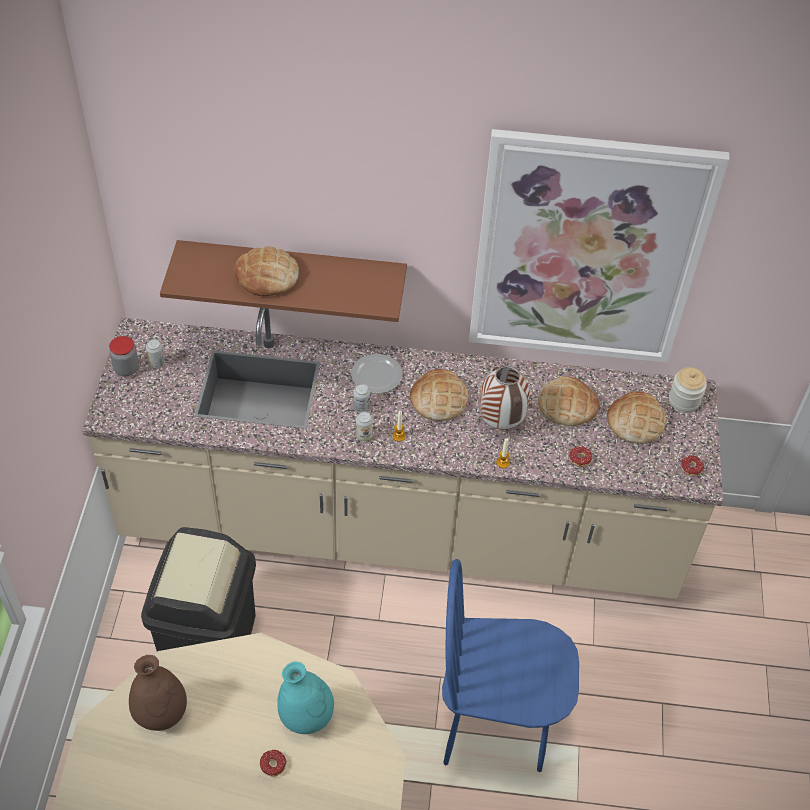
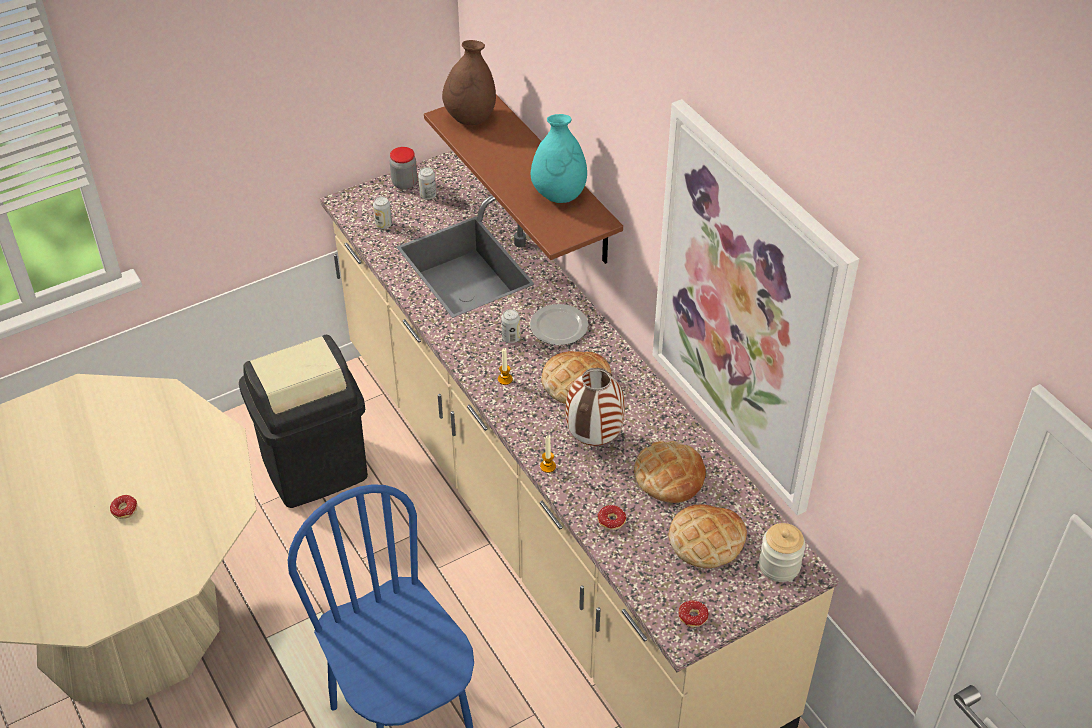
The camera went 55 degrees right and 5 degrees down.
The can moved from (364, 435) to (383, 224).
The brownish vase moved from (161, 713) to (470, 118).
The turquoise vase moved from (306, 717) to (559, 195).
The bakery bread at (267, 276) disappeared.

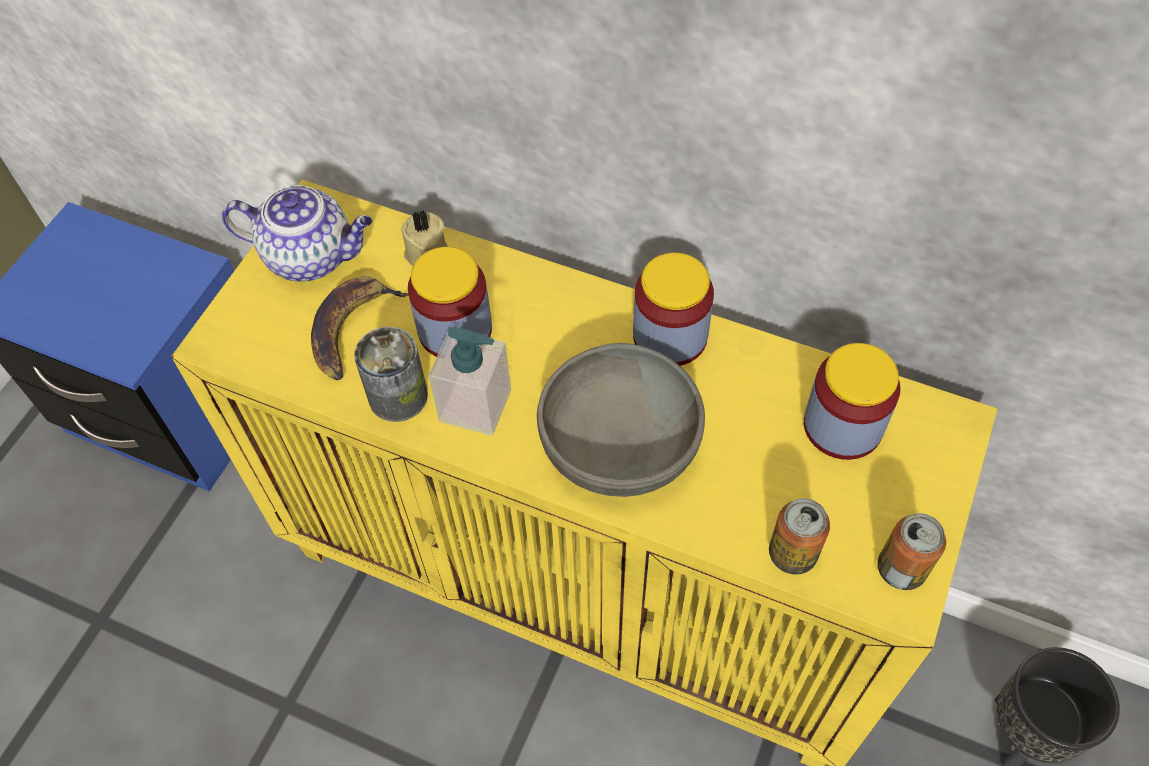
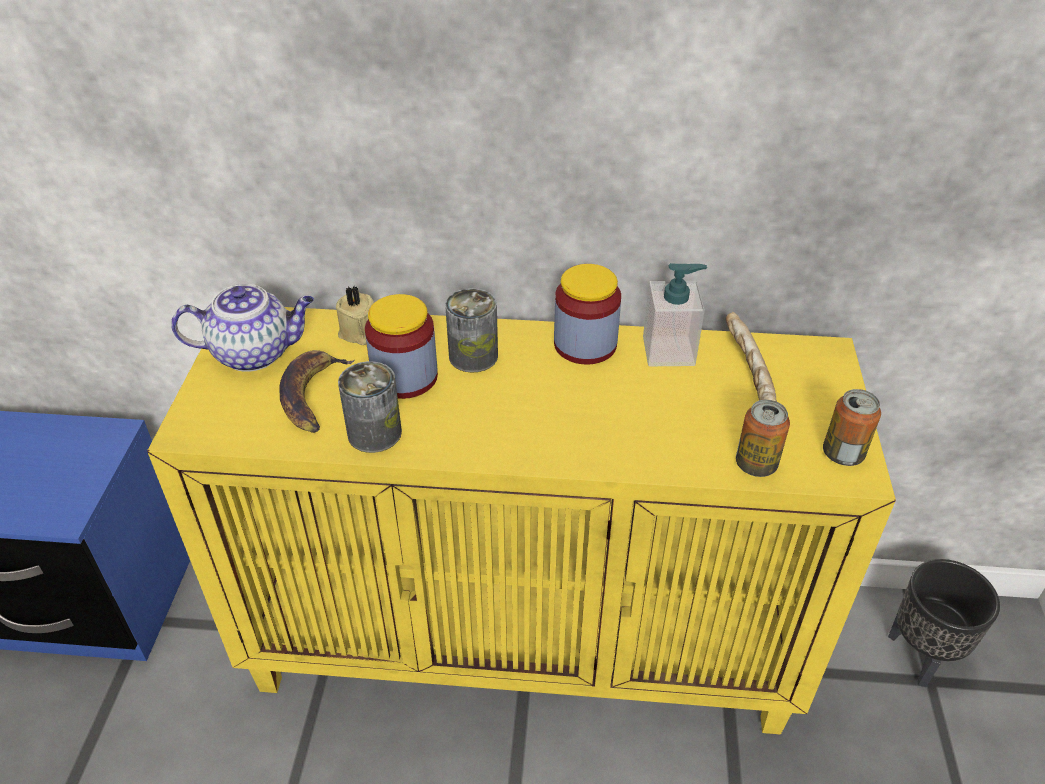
The camera went 20 degrees left and 15 degrees down.
The can at (473, 356) appeared.
The soap dispenser moved from (476, 405) to (669, 351).
The jar at (842, 426) was replaced by the bakery bread at (747, 372).
The grey serving bowl at (620, 444) disappeared.

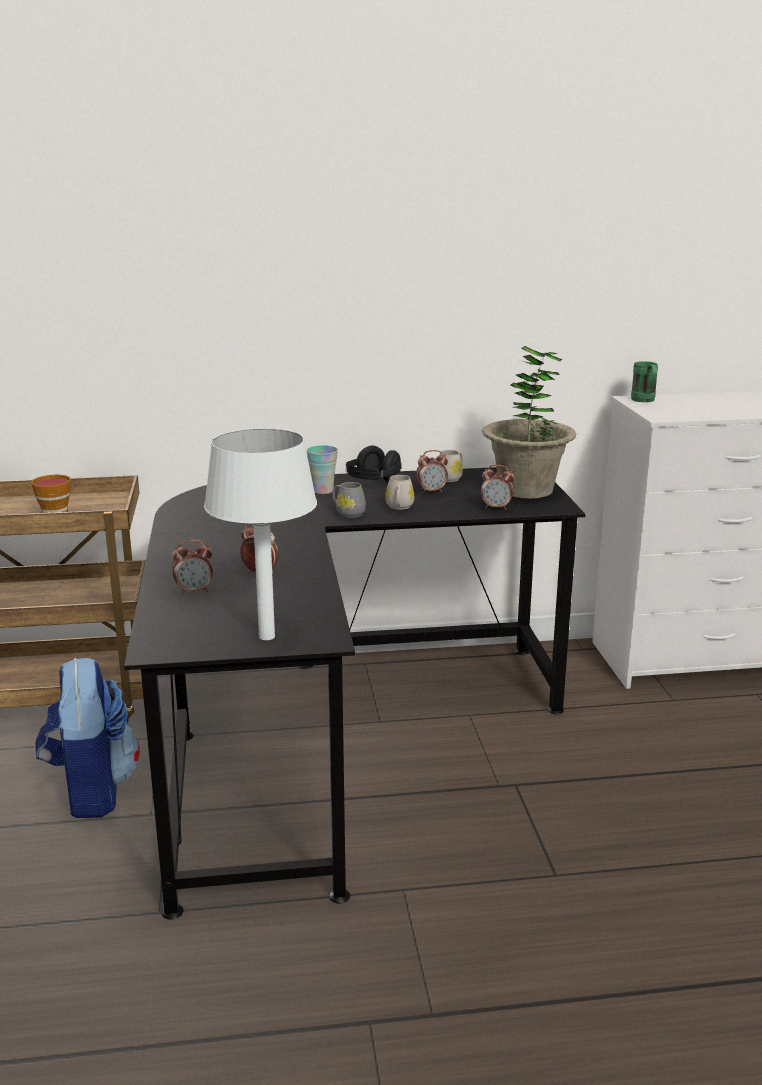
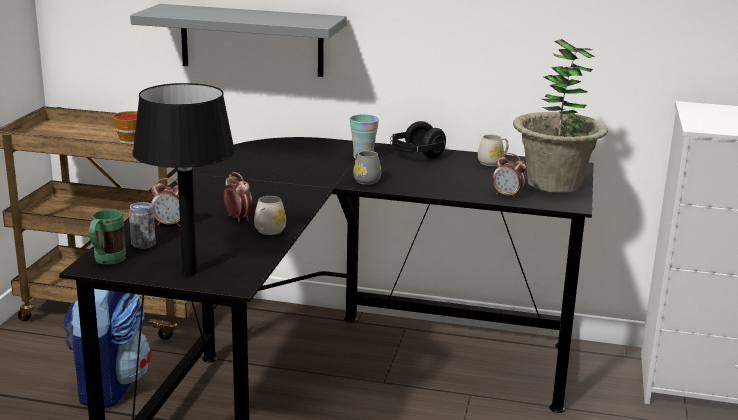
The camera went 20 degrees right and 0 degrees up.
The greenish coffee mug moved from (644, 401) to (106, 261).
The can at (143, 244) appeared.
The grey wall shelf at (251, 40) appeared.
The white tabletop lamp at (267, 636) became the black-coloured tabletop lamp at (190, 272).
The white coffee mug moved from (399, 507) to (267, 231).
The table clock at (431, 491) disappeared.

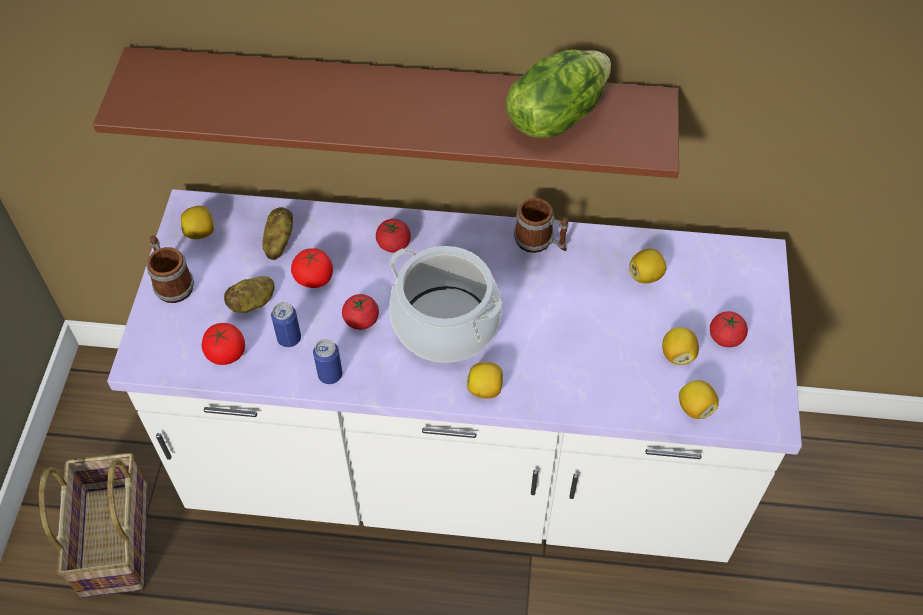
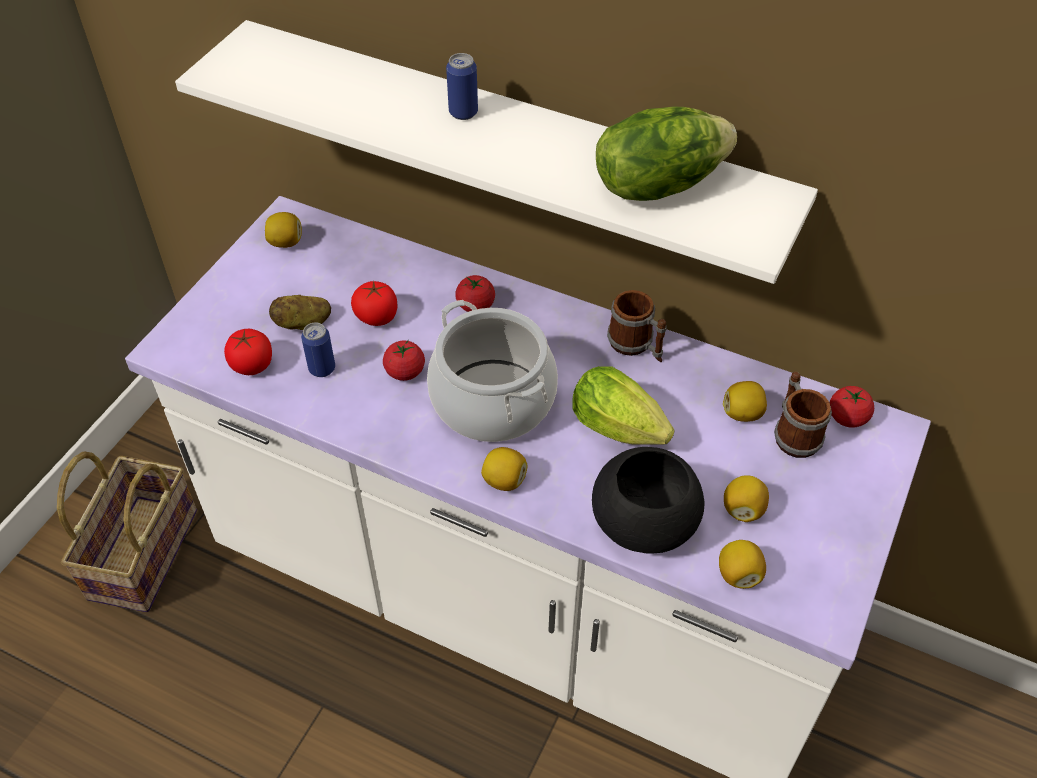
The camera went 20 degrees right and 5 degrees down.
The brownish wall shelf at (399, 104) became the white wall shelf at (509, 145).
The can moved from (330, 375) to (463, 112).
The head of lettuce at (623, 430) appeared.
The black-coloured serving bowl at (646, 524) appeared.
The coffee mug moved from (172, 283) to (794, 433).
The fresh tomato moved from (725, 337) to (847, 417).
The spud at (278, 242) disappeared.

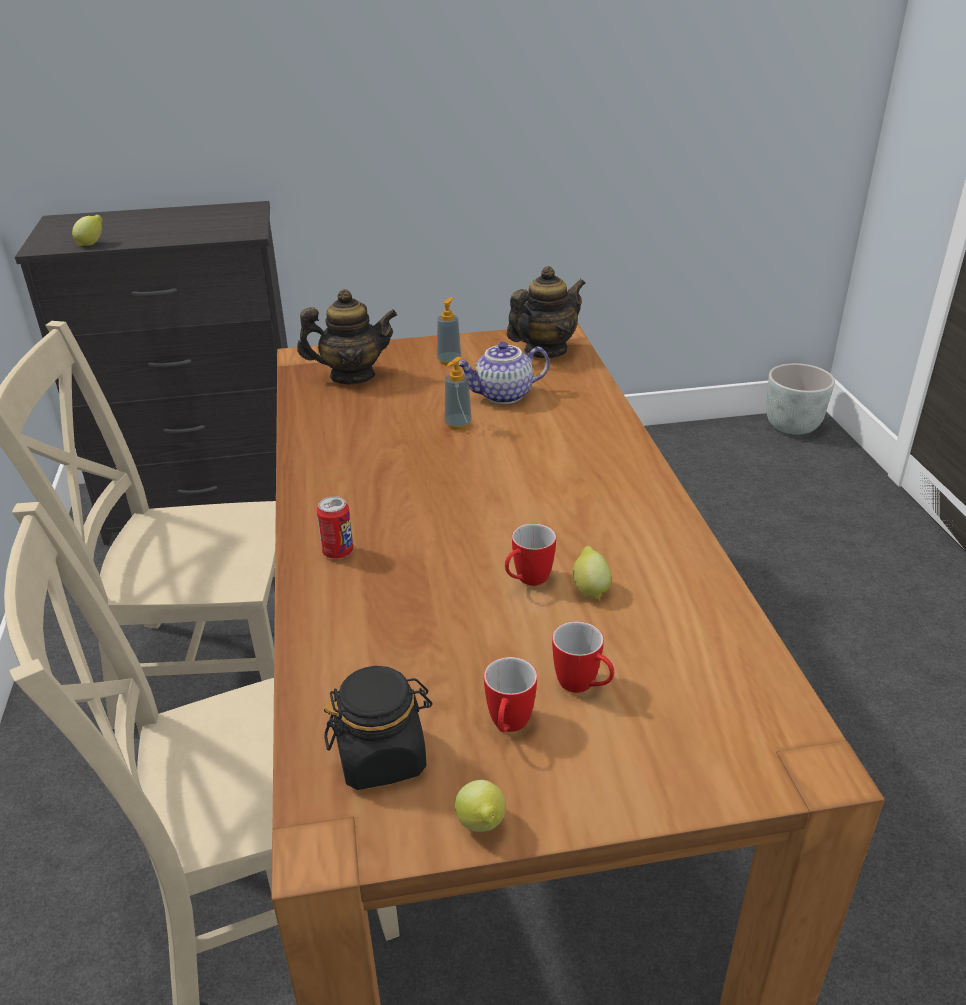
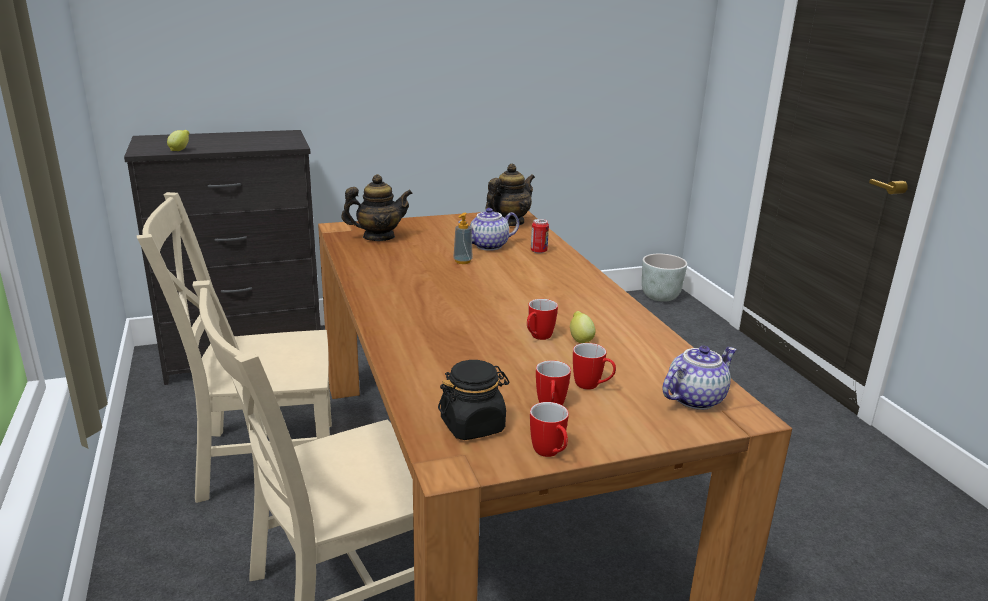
The camera went 10 degrees left and 10 degrees down.
The whole lemon at (481, 826) was replaced by the coffee mug at (550, 454).
The can moved from (338, 552) to (538, 251).
The teapot at (694, 398) appeared.
The soap dispenser at (449, 361) disappeared.

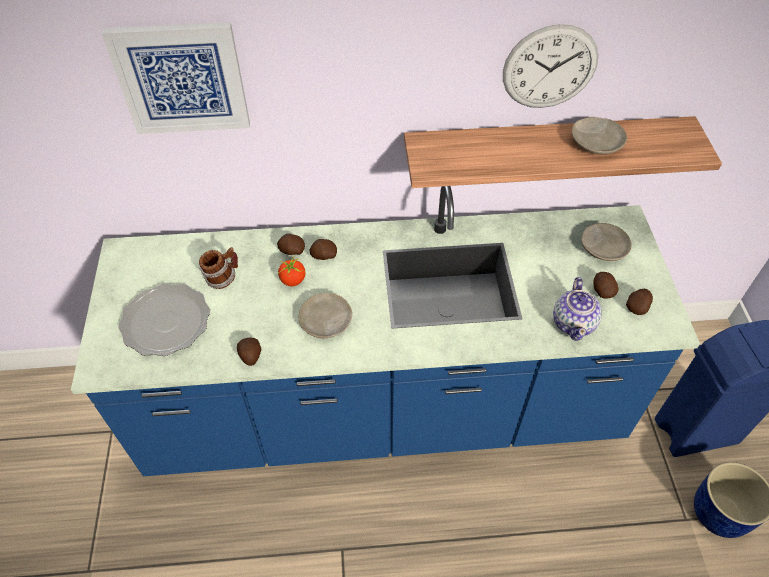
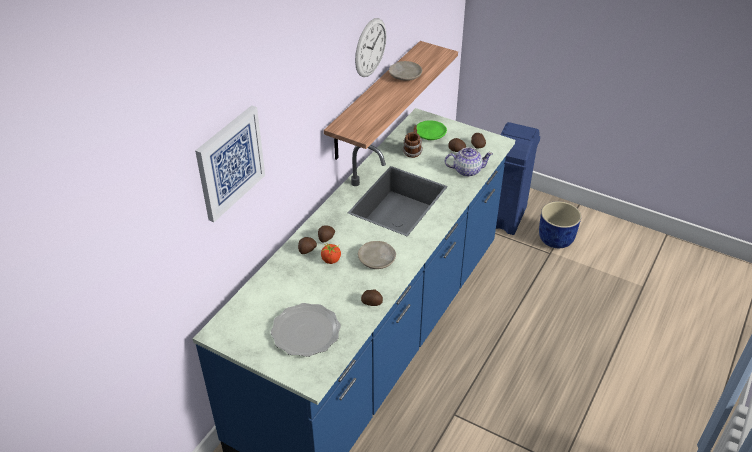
The camera went 55 degrees left and 10 degrees down.
The coffee mug moved from (223, 278) to (412, 152).
The beige-coloured dinner plate at (603, 247) became the greenish dinner plate at (430, 134).
The teapot at (574, 323) turned 45 degrees counterclockwise.

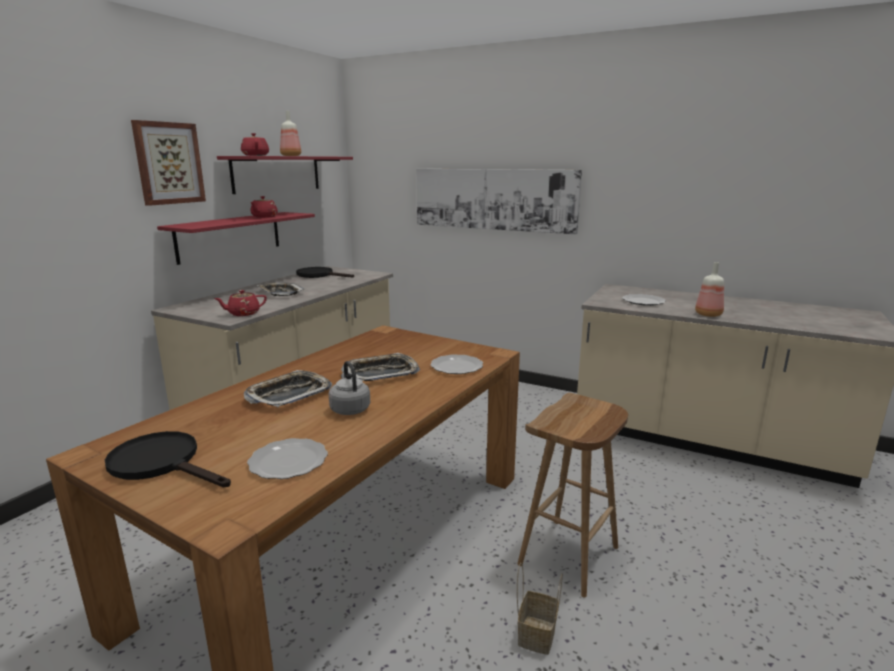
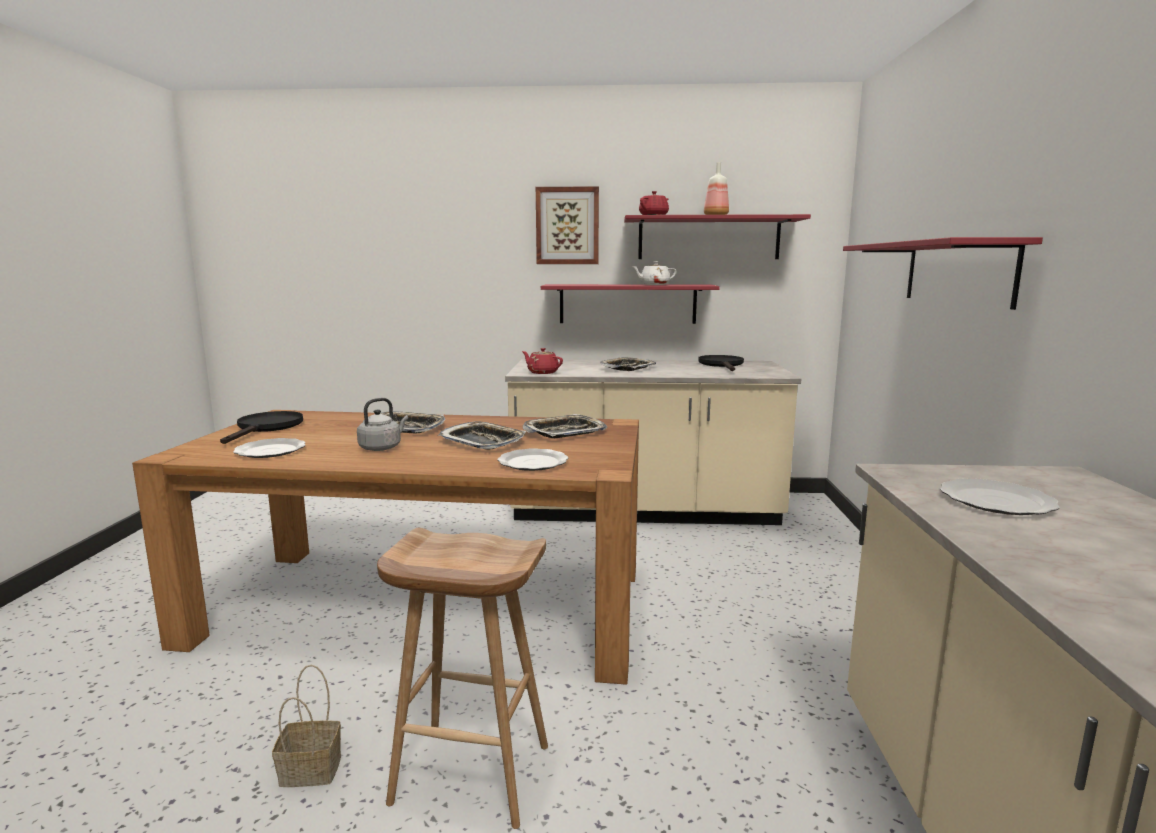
The camera went 65 degrees right and 5 degrees down.
The carrying tray at (565, 432) appeared.
The red teapot at (264, 217) became the white teapot at (654, 284).
The wall art at (493, 199) was replaced by the red wall shelf at (957, 272).
The beverage bottle at (708, 314) disappeared.

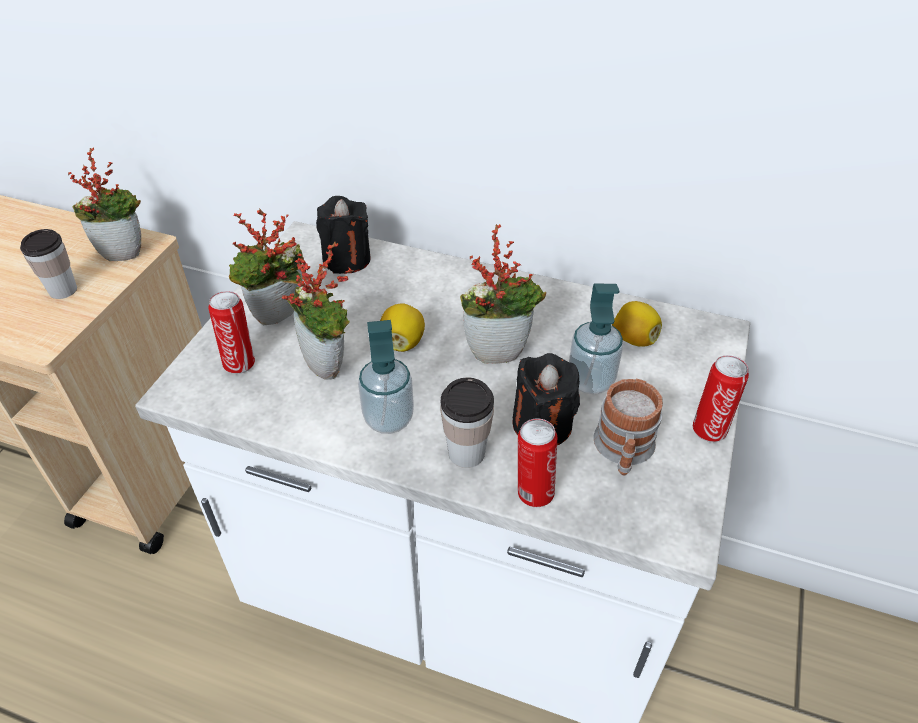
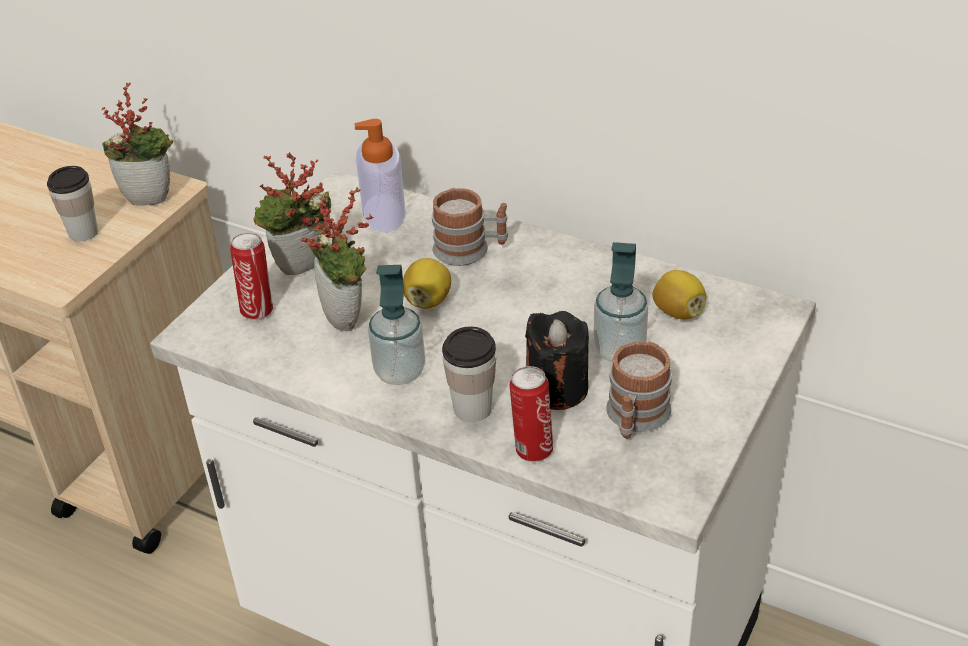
The camera went 10 degrees right and 5 degrees down.
The black-coloured wax light at (347, 259) was replaced by the soap dispenser at (384, 213).
The coffee mug at (470, 250) appeared.
The potted plant at (499, 351) disappeared.
The can at (709, 429) disappeared.

